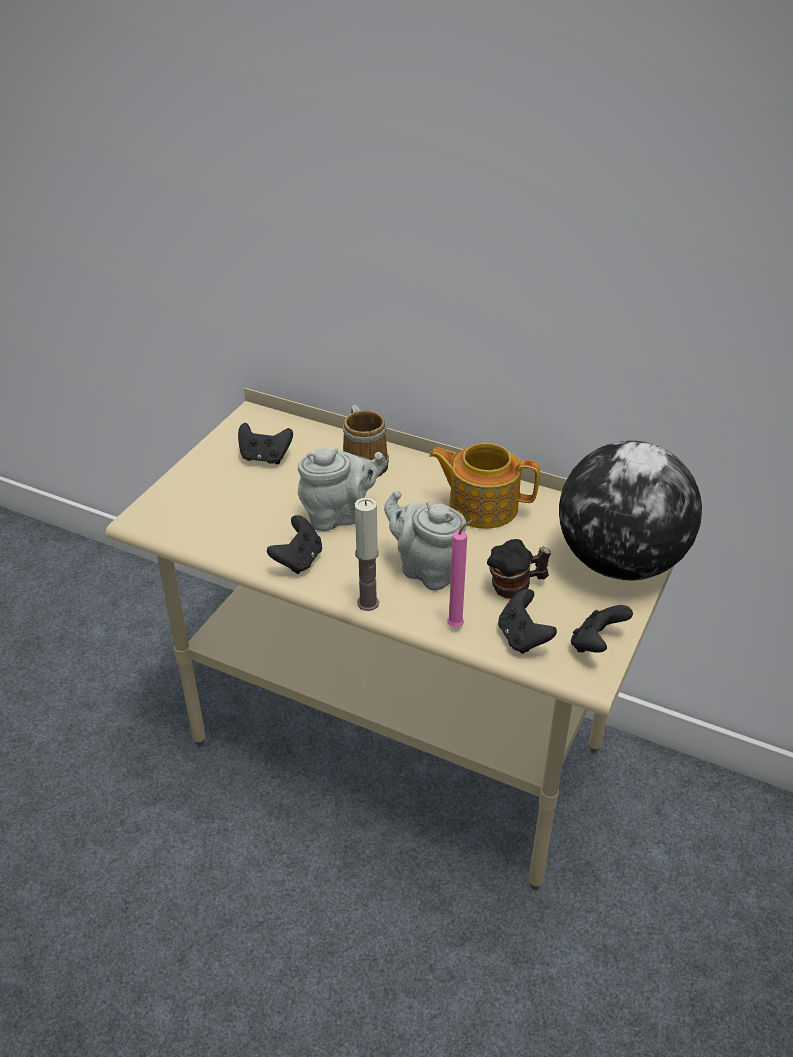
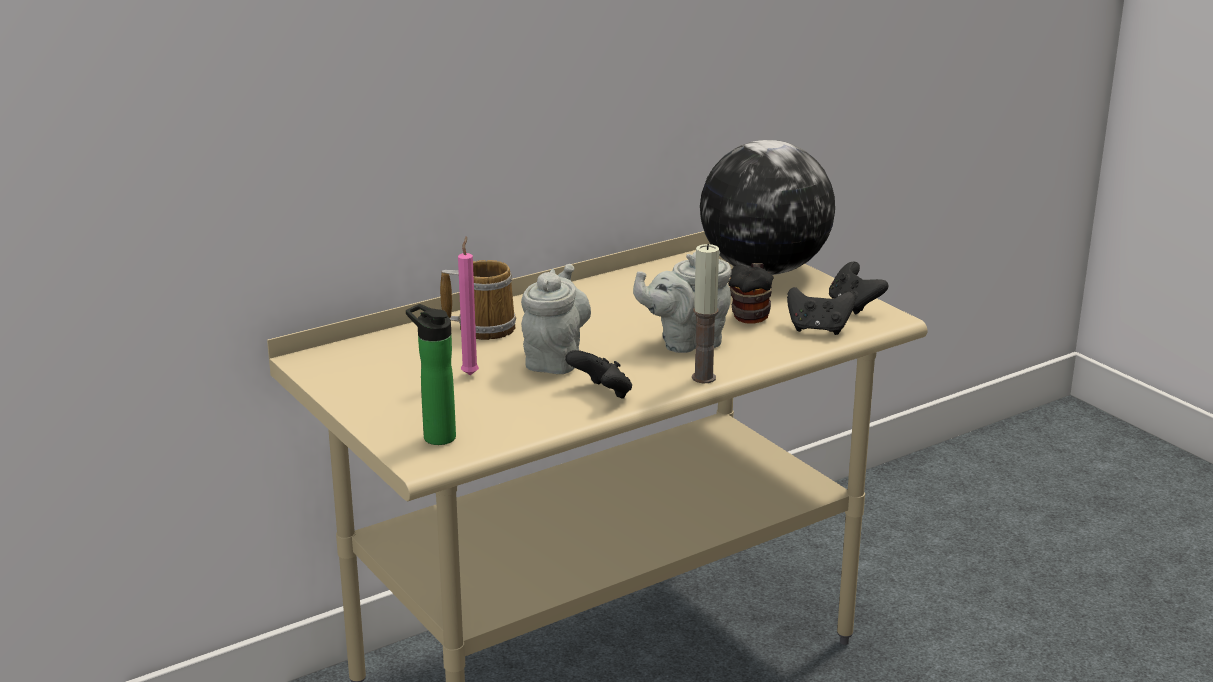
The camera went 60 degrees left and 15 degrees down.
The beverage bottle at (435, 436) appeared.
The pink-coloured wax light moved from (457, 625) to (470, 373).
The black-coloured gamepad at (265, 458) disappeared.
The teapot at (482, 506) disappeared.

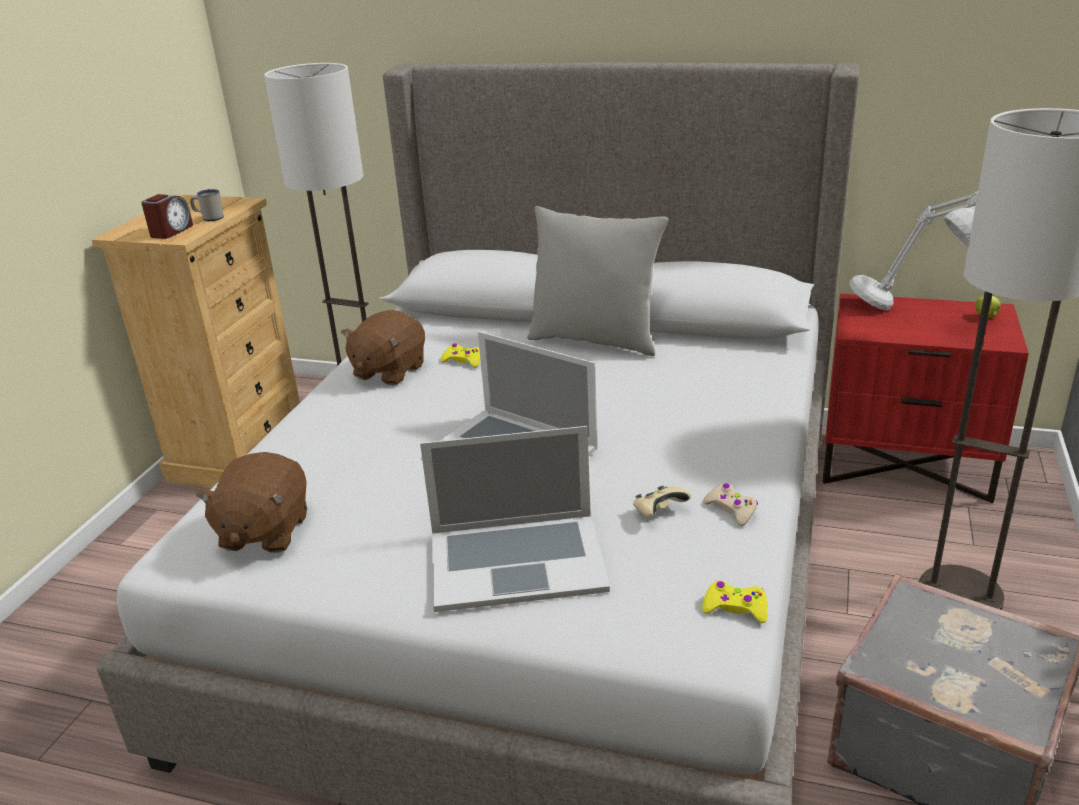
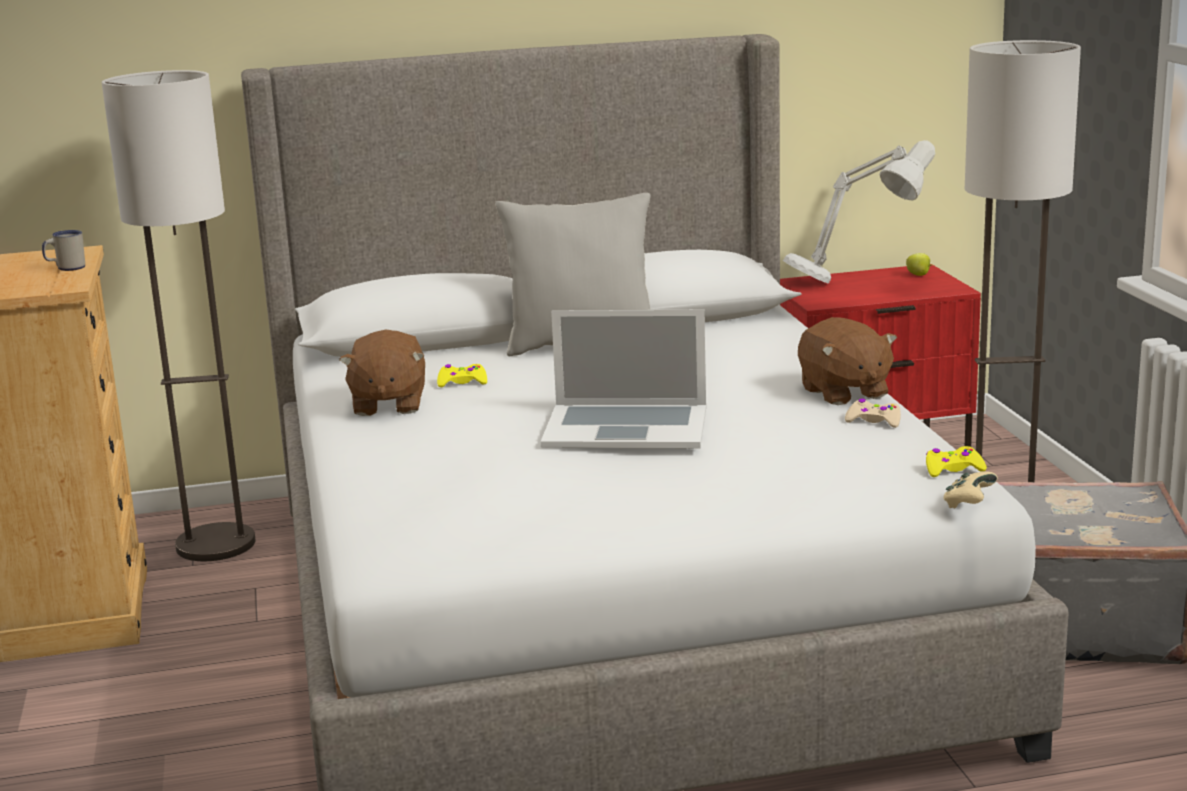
The camera went 30 degrees left and 10 degrees down.
The brownish plush toy moved from (264, 532) to (843, 392).
The beige-coloured gamepad moved from (659, 512) to (968, 504).
The table clock at (171, 231) disappeared.
The notebook computer at (516, 560) disappeared.

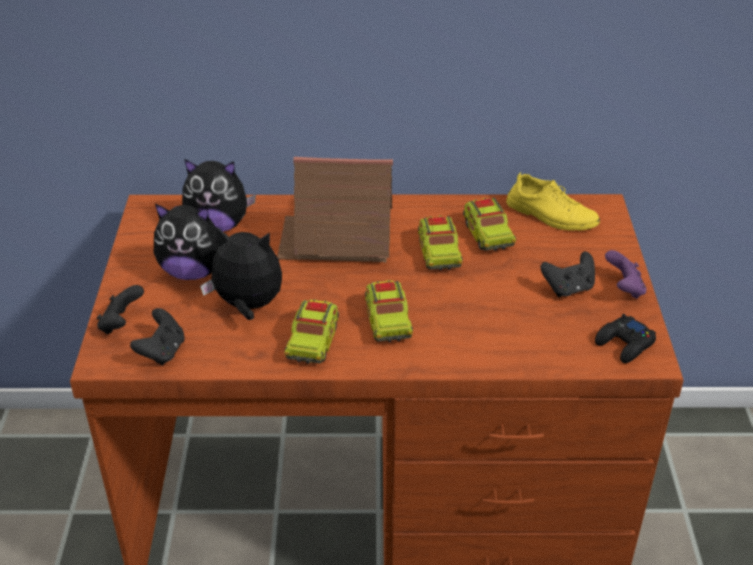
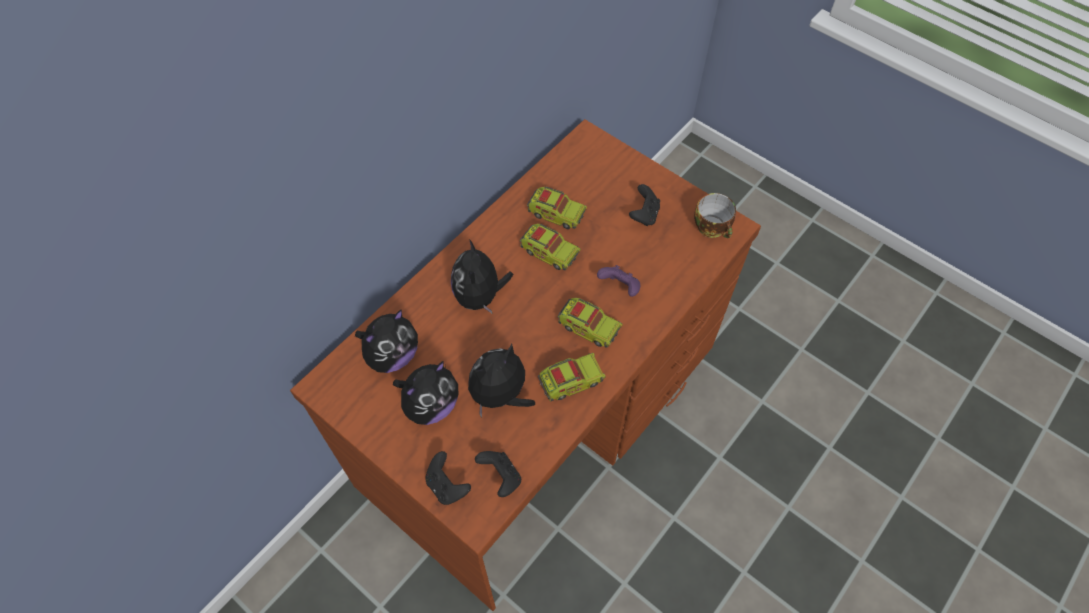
The camera went 50 degrees left and 20 degrees up.
The miniature house at (337, 239) was replaced by the plush toy at (480, 296).
The toy truck at (313, 341) turned 75 degrees counterclockwise.
The purplish gamepad moved from (624, 289) to (620, 287).
The black-coloured gamepad at (625, 344) was replaced by the cup at (713, 228).
The yellowish shoe at (551, 215) disappeared.

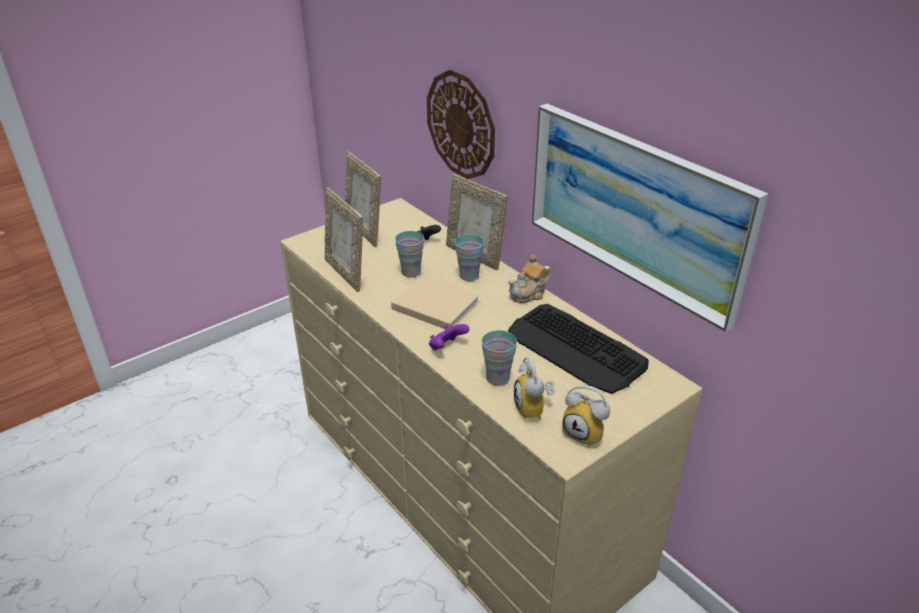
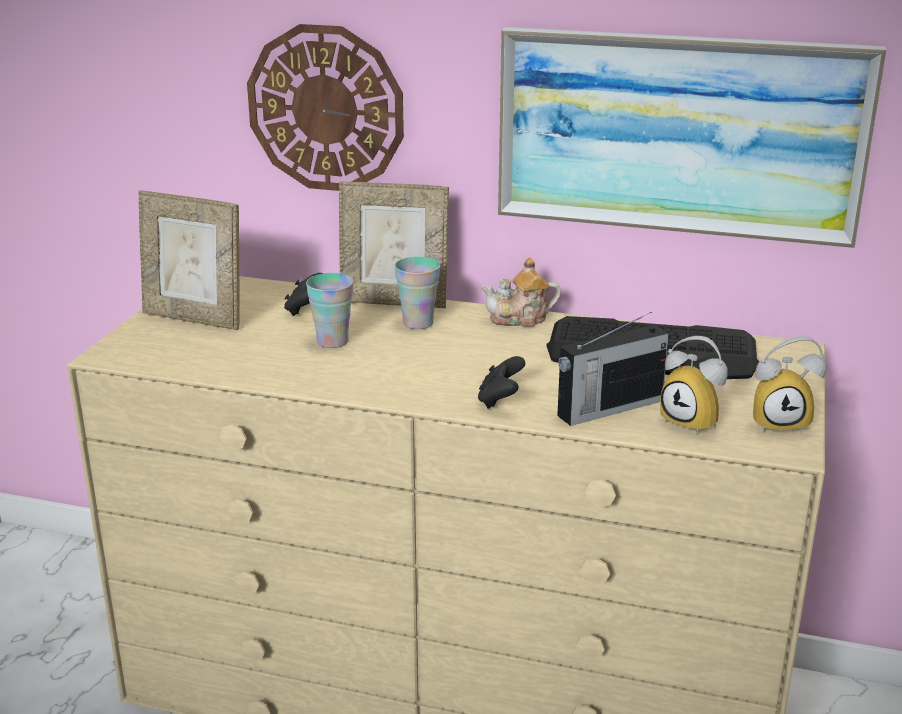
The camera went 35 degrees left and 10 degrees down.
The purplish gamepad at (447, 347) became the black-coloured gamepad at (500, 400).
The teapot at (529, 294) turned 60 degrees clockwise.
The cup at (497, 378) was replaced by the radio set at (608, 408).
The standing frame at (346, 274) disappeared.
The beige-coloured volume at (433, 304) disappeared.

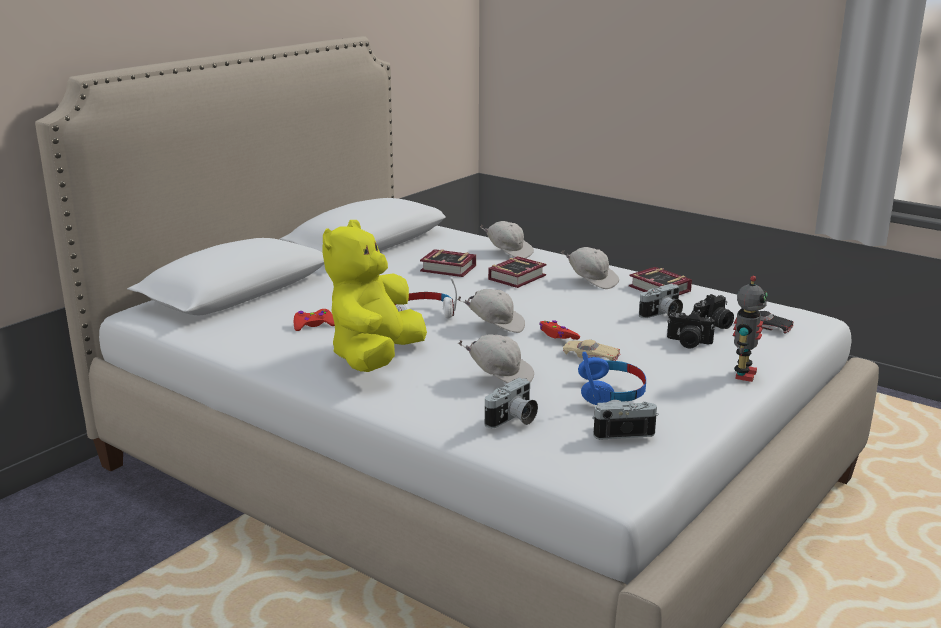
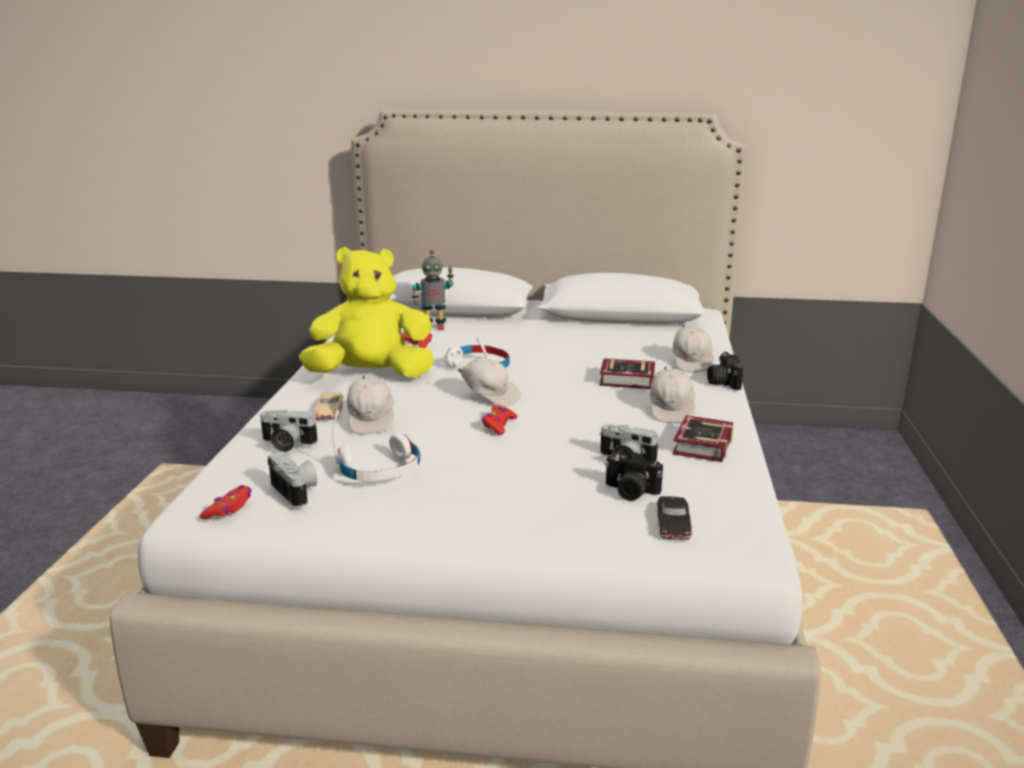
The camera went 60 degrees right and 0 degrees up.
The red gamepad at (229, 508) appeared.
The beige-coloured toy car moved from (591, 355) to (329, 410).
The blue pair of headphones at (611, 391) became the white pair of headphones at (380, 470).
The toy robot moved from (743, 374) to (434, 327).
The white baseball cap at (495, 325) turned 45 degrees counterclockwise.
The still camera moved from (688, 343) to (722, 382).
The volume at (450, 269) disappeared.

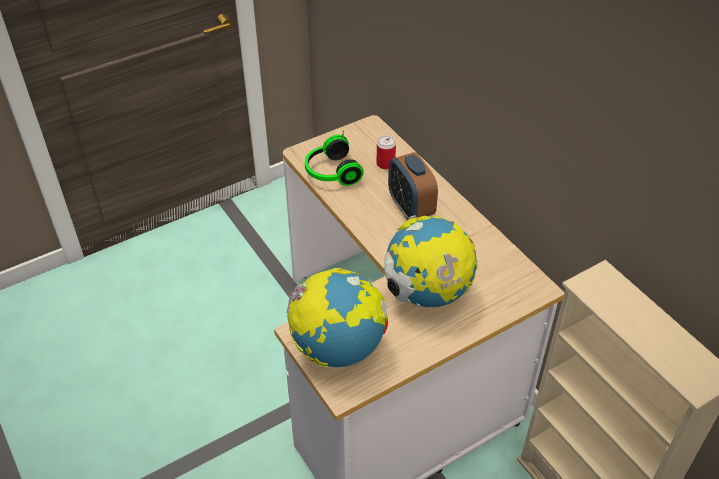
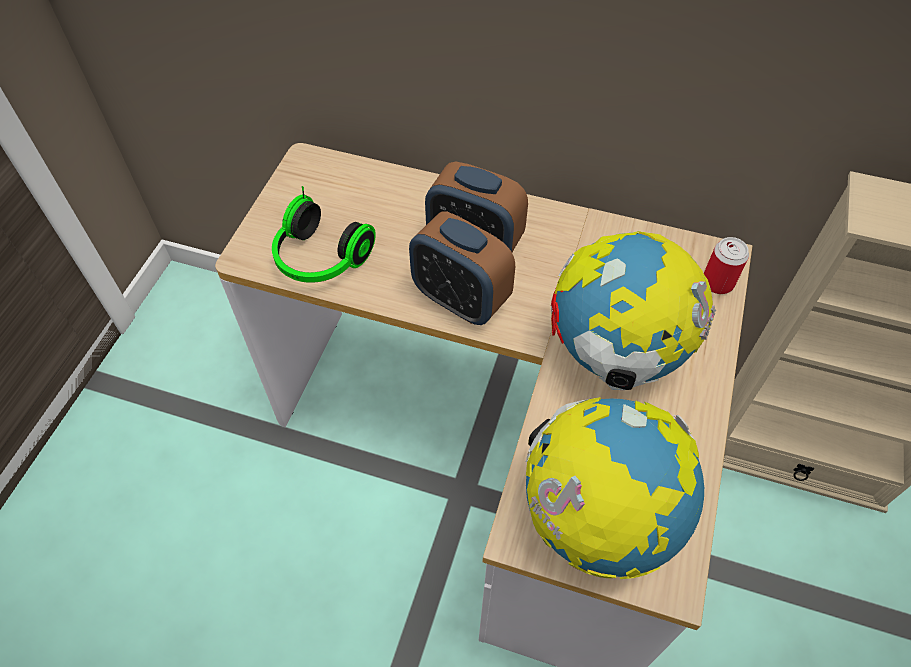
The camera went 40 degrees left and 10 degrees up.
The table clock at (460, 300) appeared.
The can moved from (385, 164) to (717, 282).

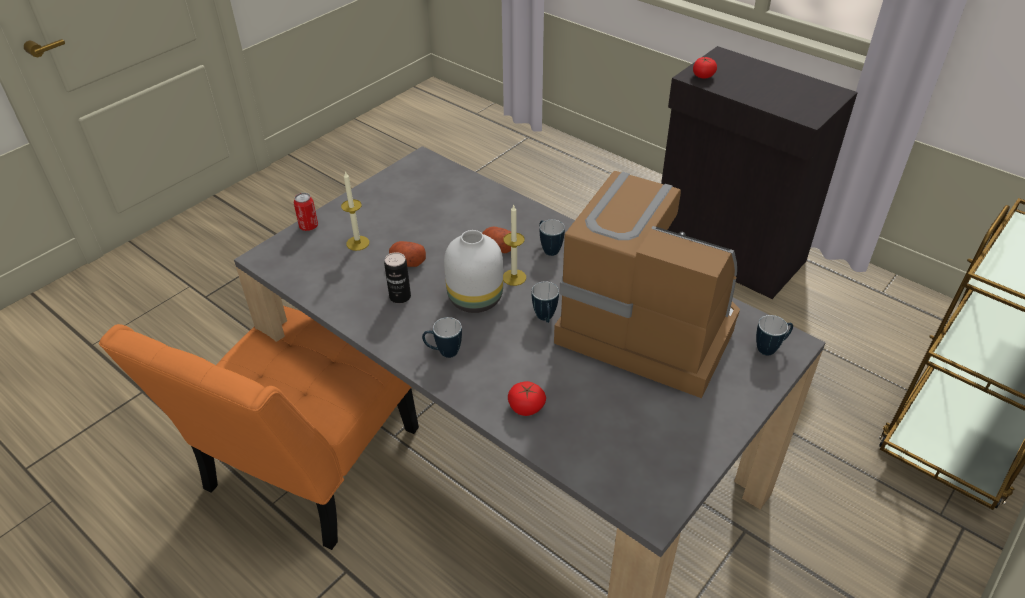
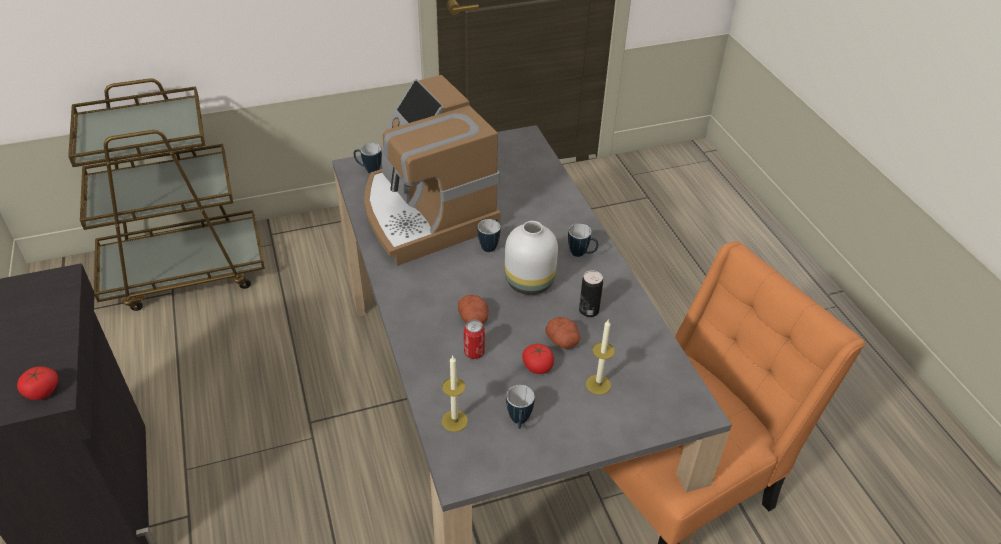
The camera went 150 degrees left and 0 degrees up.
The wax light moved from (514, 277) to (454, 421).
The can moved from (308, 226) to (474, 352).
The coffee mug moved from (548, 249) to (519, 422).
The fresh tomato moved from (526, 407) to (537, 366).

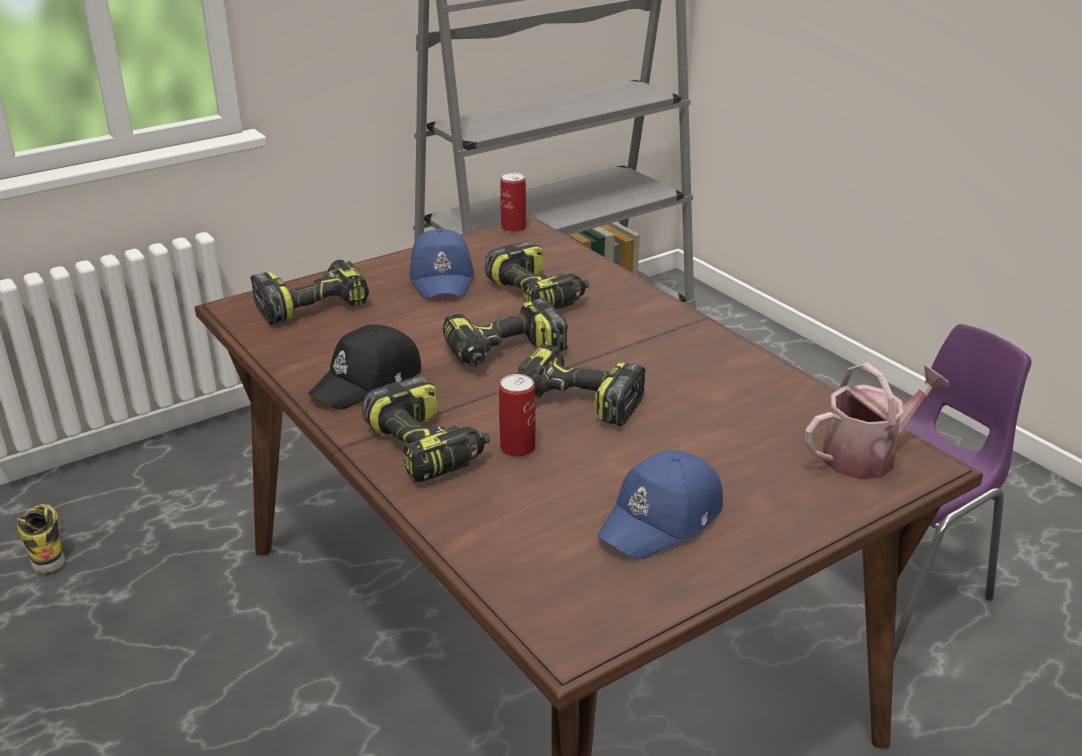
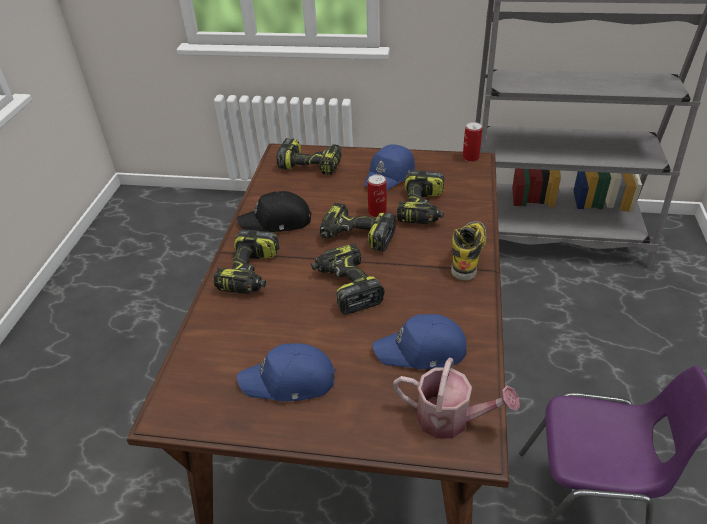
The camera went 45 degrees right and 10 degrees up.
The can moved from (517, 447) to (377, 212).
The blue baseball cap at (422, 351) appeared.
The tall boot moved from (45, 543) to (468, 254).

